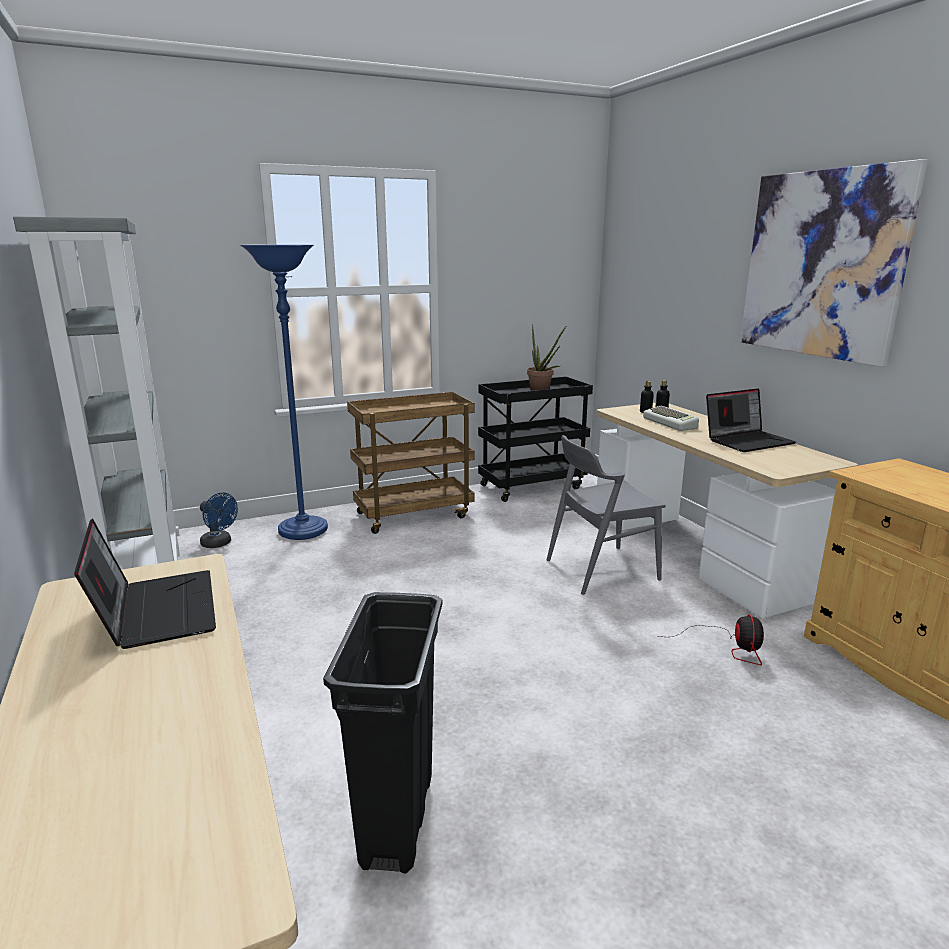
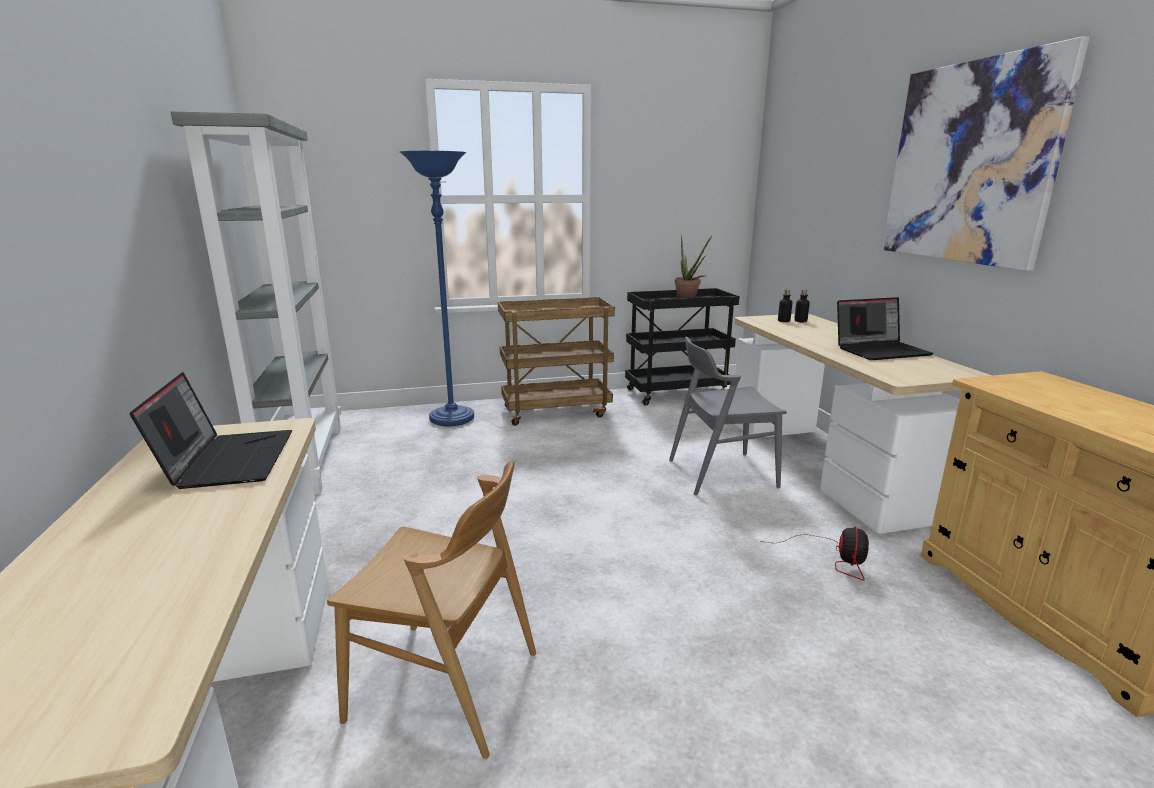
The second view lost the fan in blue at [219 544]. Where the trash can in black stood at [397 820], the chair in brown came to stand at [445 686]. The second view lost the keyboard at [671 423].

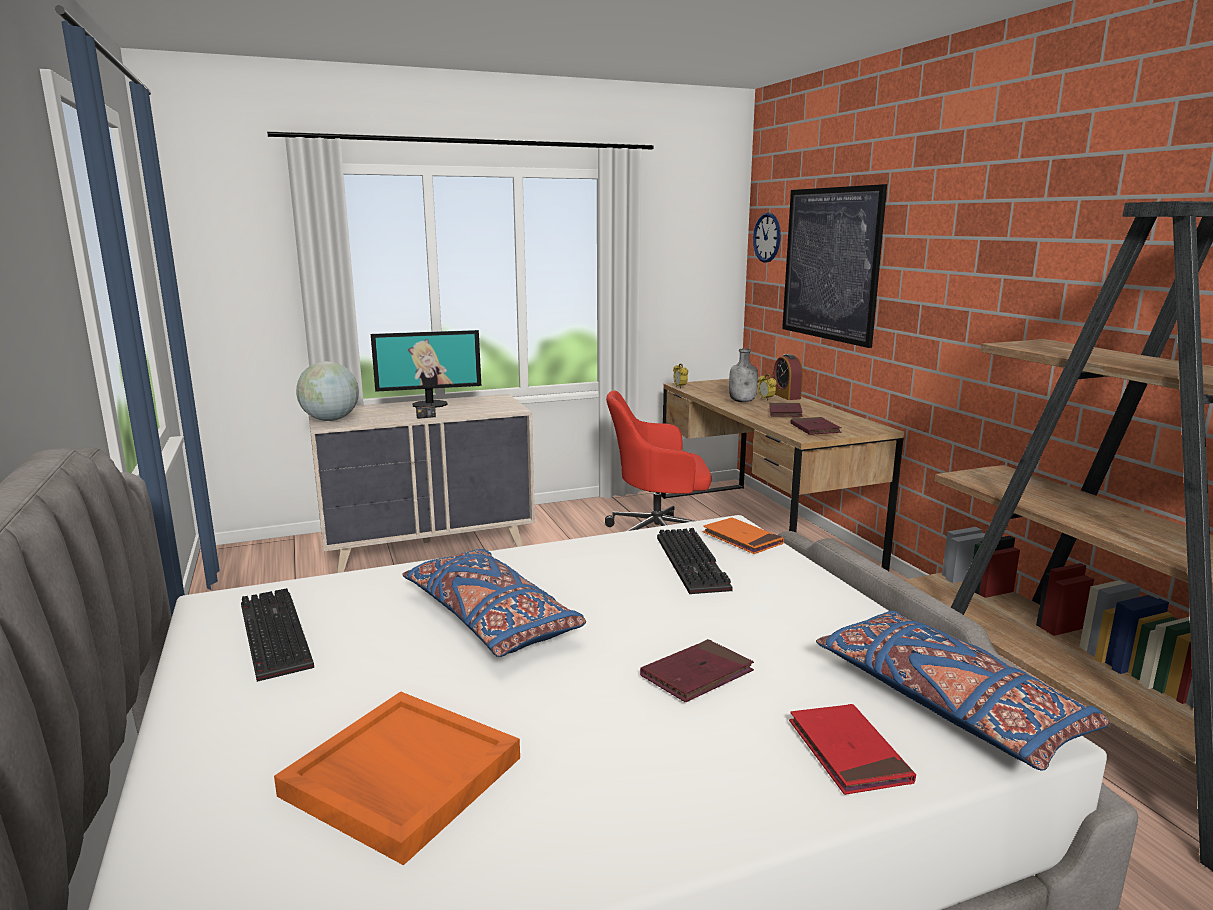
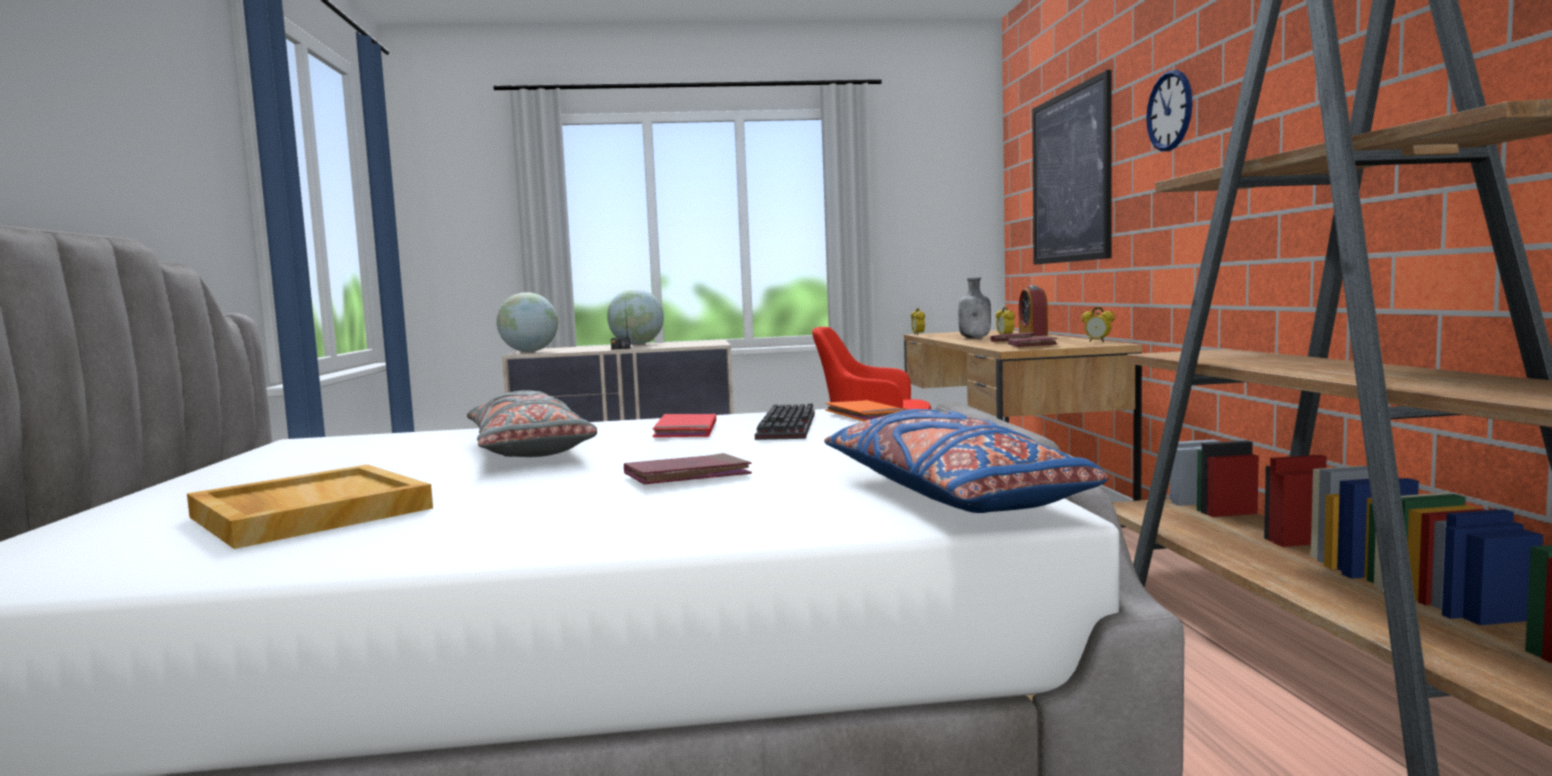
The second view lost the keyboard at [271 635]. What was the tray in orange at [400 777] turned into the tray in beige at [308 513]. Where the monitor stood at [430 404], the globe came to stand at [637 344]. What was the pillow in blue at [491 620] turned into the pillow in grey at [529 450]. The wall clock ended up elsewhere, having gone from [767 237] to [1169 111]. The book in red ended up elsewhere, having gone from [848 753] to [686 431]. The second view gained the alarm clock at [1097 341].

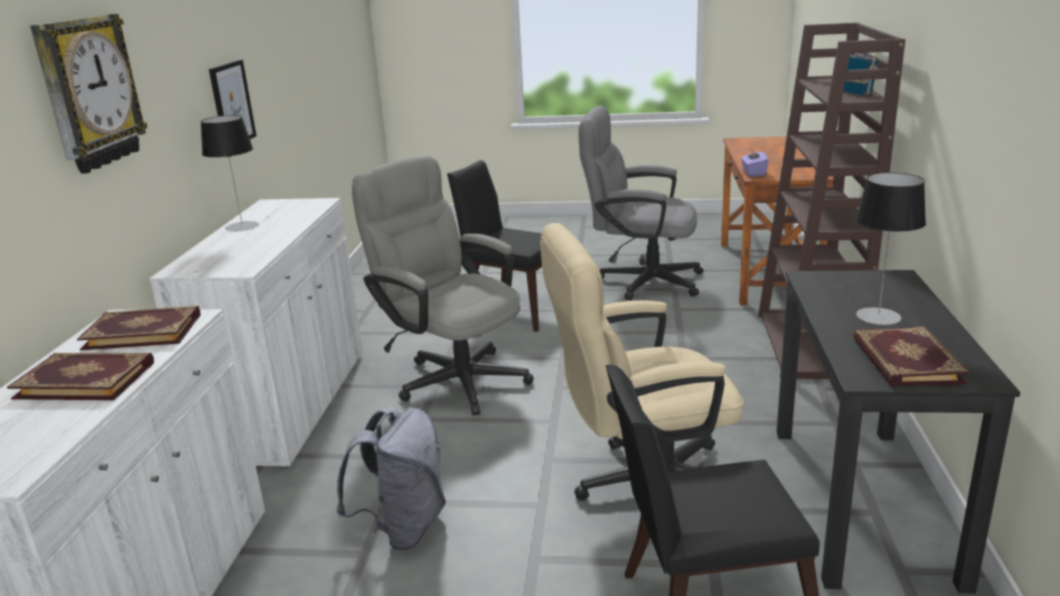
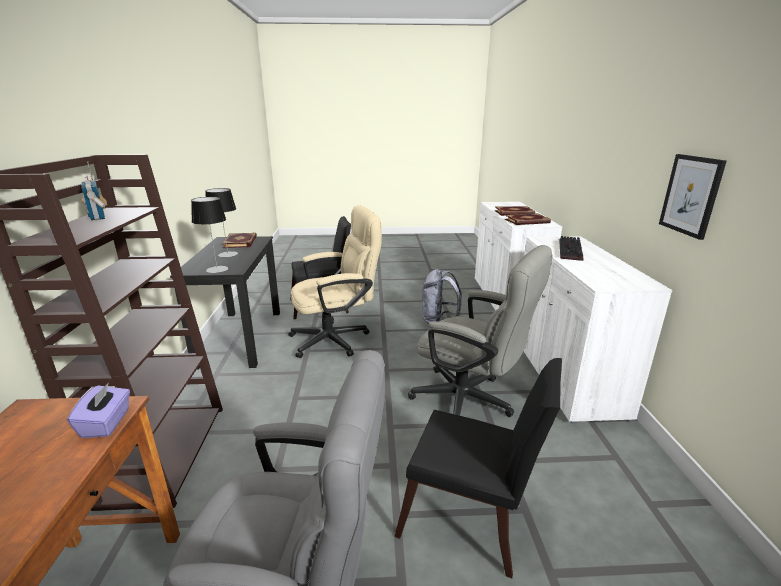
The second view lost the wall clock at [88 92]. The table lamp ended up elsewhere, having gone from [242 226] to [217 269]. The second view gained the keyboard at [571 250].

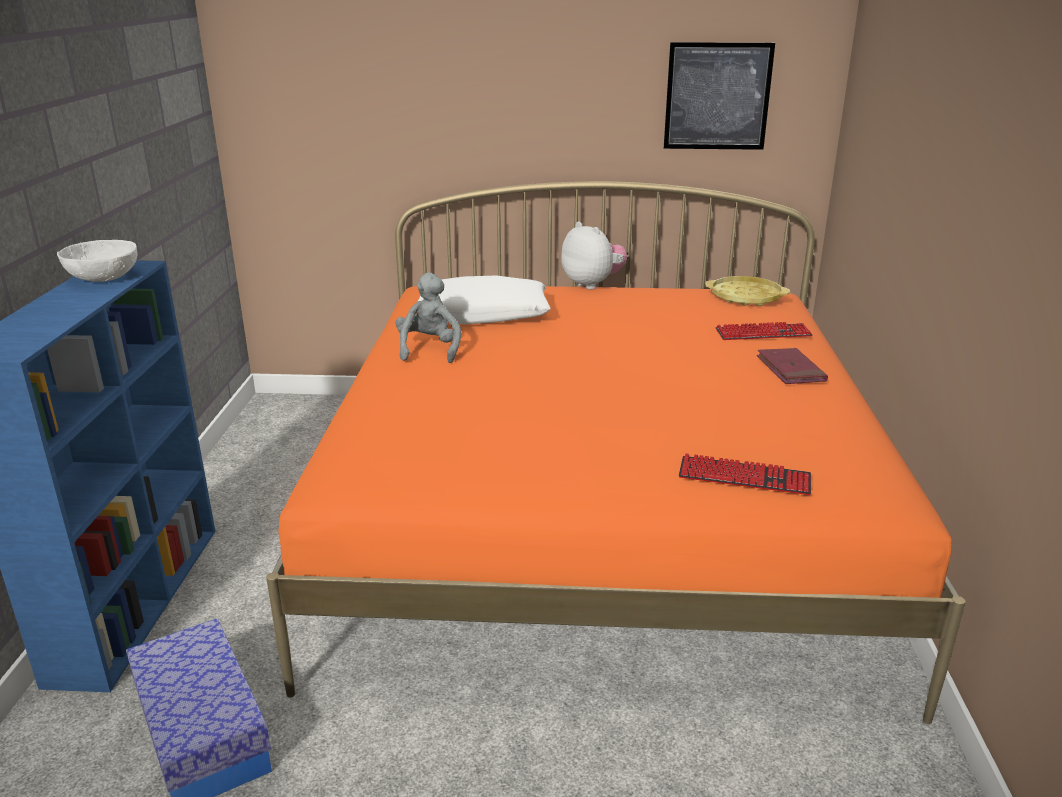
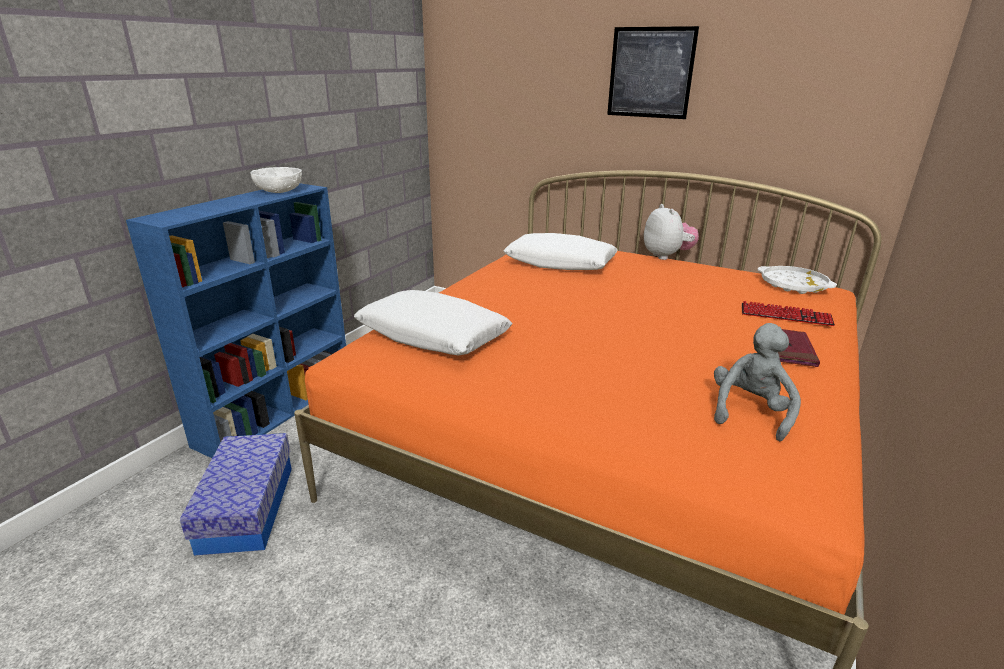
The plush toy in grey ended up elsewhere, having gone from [429 349] to [749 412]. The picture ended up elsewhere, having gone from [717 96] to [650 73]. The second view lost the keyboard at [744 477]. What was the tray in yellow at [745 297] turned into the tray in white at [793 285]. The second view gained the pillow in white at [433 336].

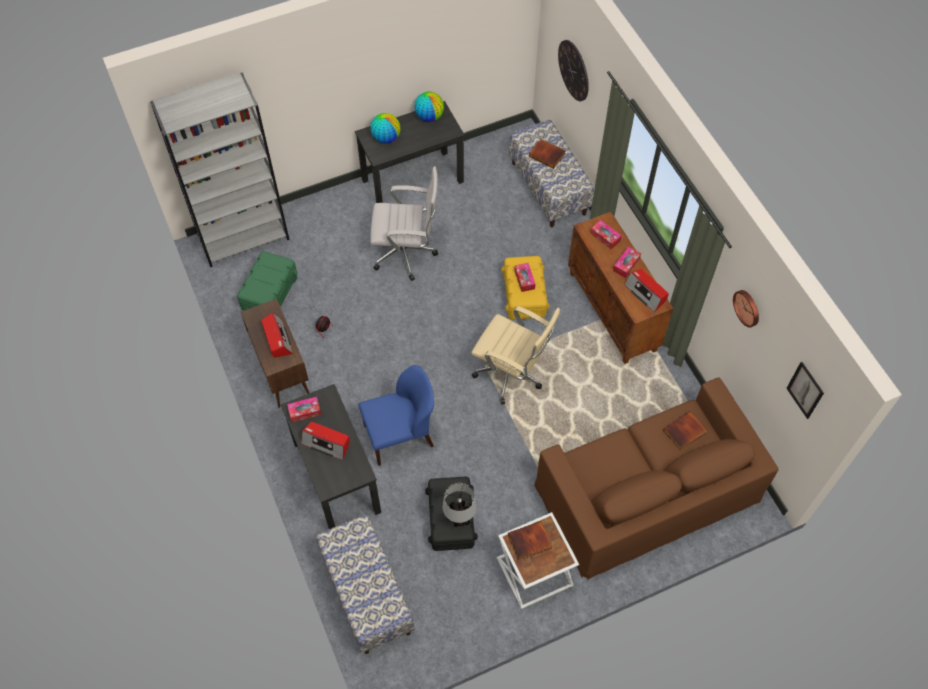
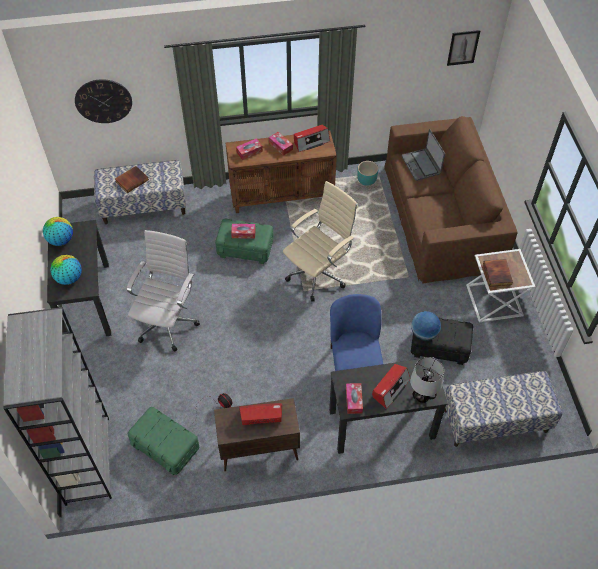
The table lamp ended up elsewhere, having gone from [459 519] to [422 397]. What was the storage box in yellow at [524 295] turned into the storage box in green at [245 248]. Where the book stood at [685 432], the laptop came to stand at [421 165]. The second view lost the wall clock at [747 307]. The second view gained the planter in turquoise at [366 180]. The second view gained the globe at [424 333].

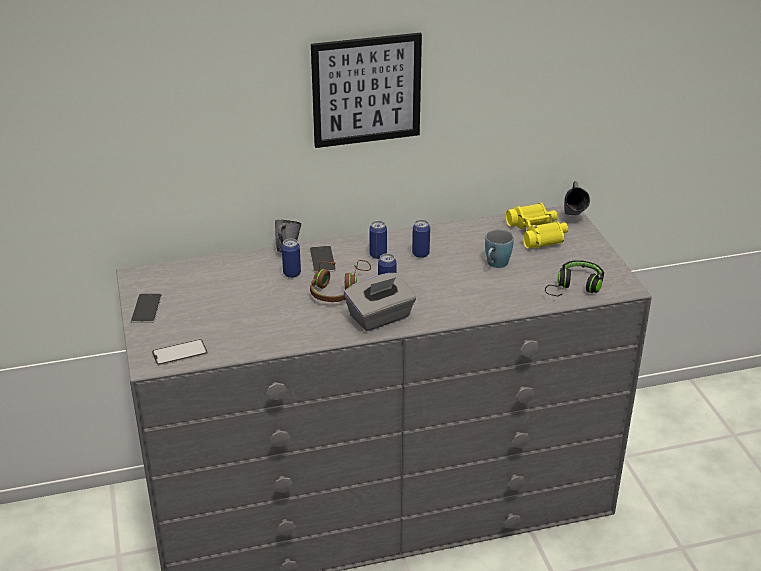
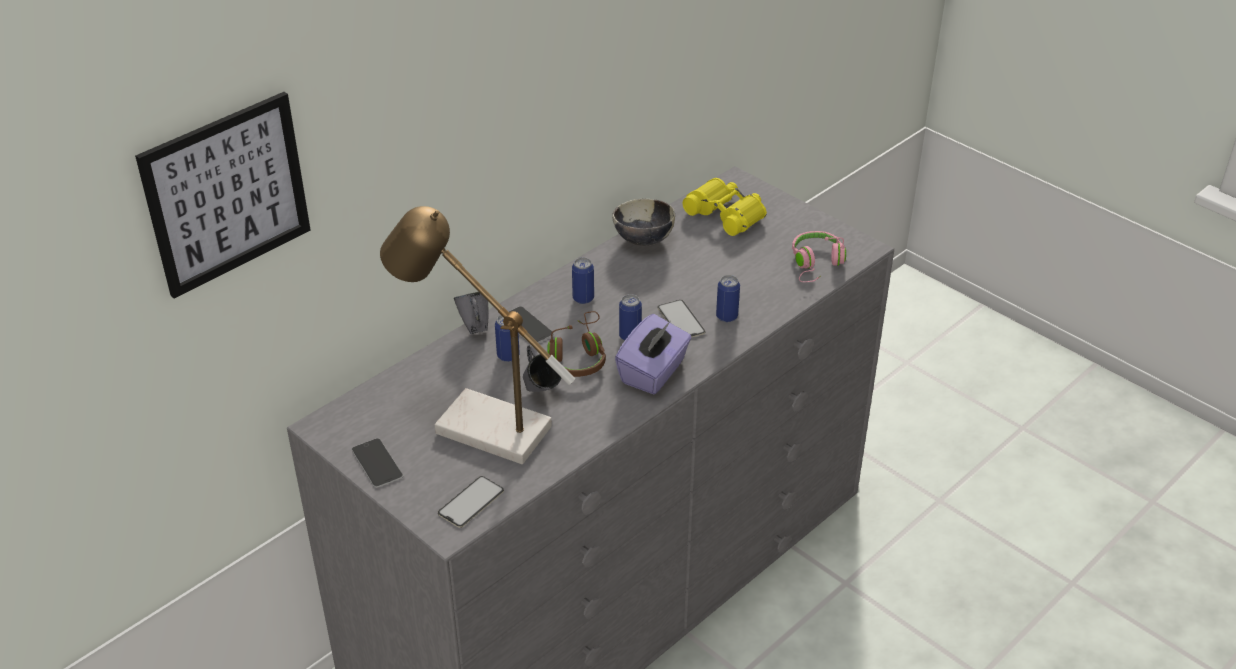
The picture ended up elsewhere, having gone from [366 90] to [226 194]. What was the tissue box in grey at [380 317] turned into the tissue box in purple at [653 372]. The can ended up elsewhere, having gone from [420 254] to [727 316]. The second view lost the mug in blue at [495 265]. What was the headphones in black at [575 287] turned into the headphones in pink at [816 264]. The mug in grey ended up elsewhere, having gone from [573 217] to [540 393]. The second view gained the table lamp at [478 426]. The second view gained the bowl at [643 240]. The second view gained the phone at [681 320].

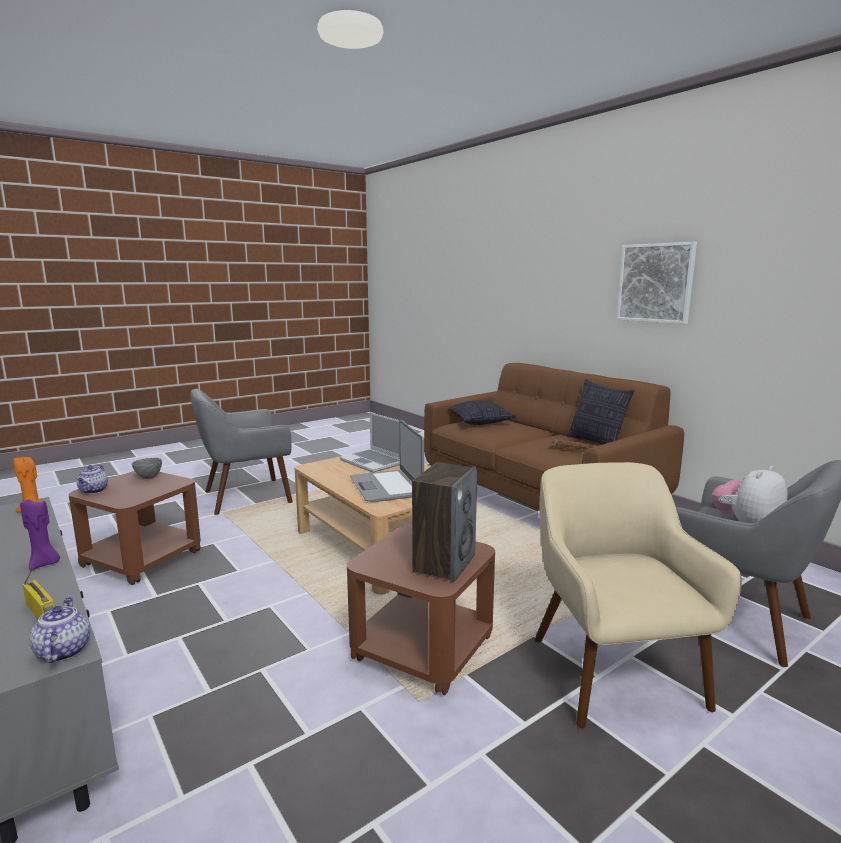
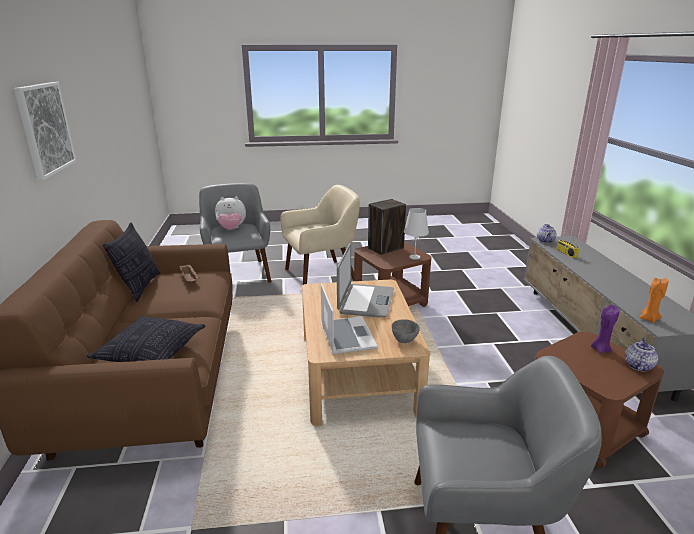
The candle in purple ended up elsewhere, having gone from [44 564] to [600 349]. The bowl in grey ended up elsewhere, having gone from [148 477] to [404 340]. The armchair in beige at [613 671] ended up facing another way, 135 degrees counterclockwise from before. The second view gained the table lamp in white at [414 257].

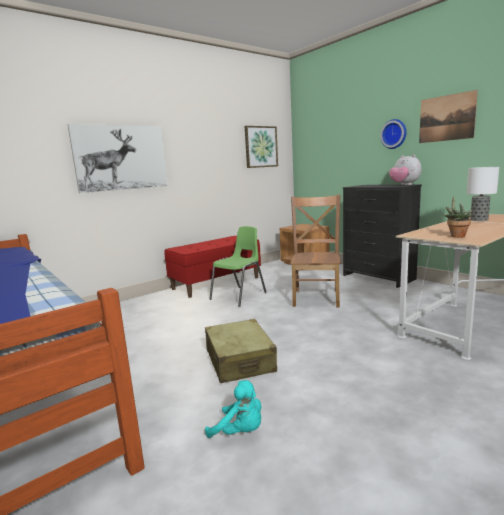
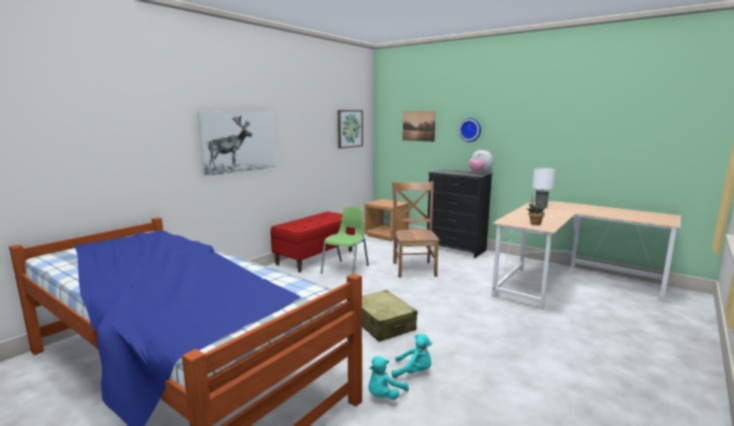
The picture ended up elsewhere, having gone from [446 118] to [418 126]. The second view gained the plush toy in turquoise at [384 396].

